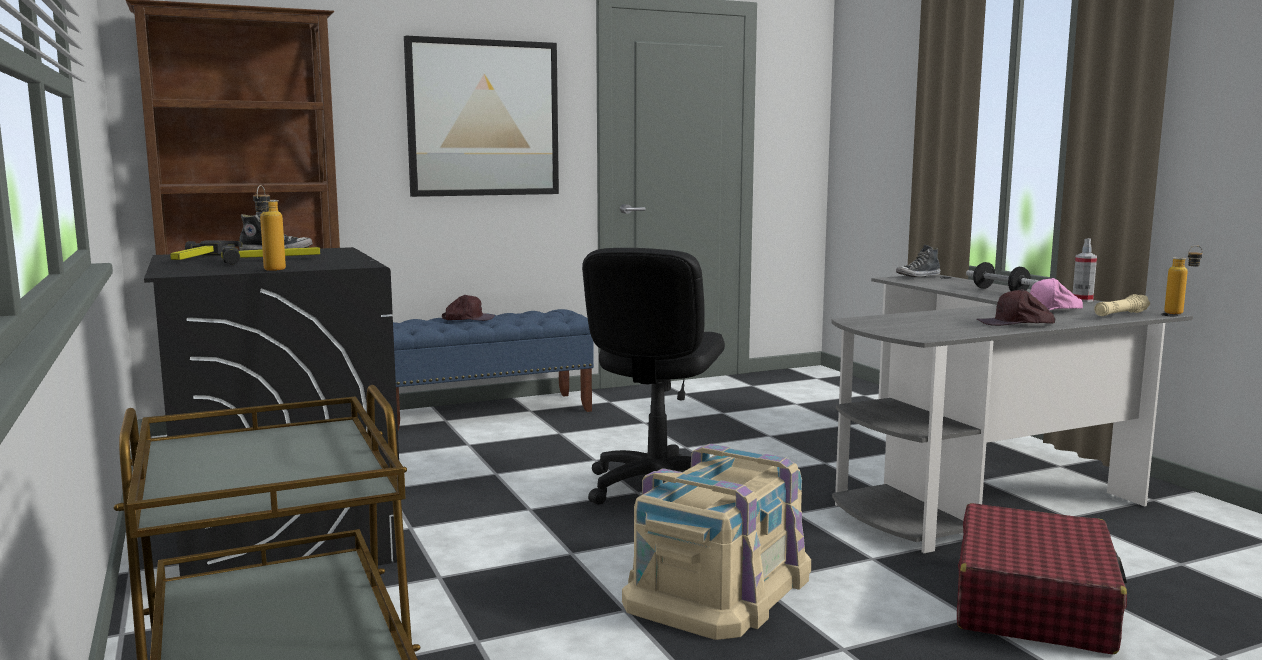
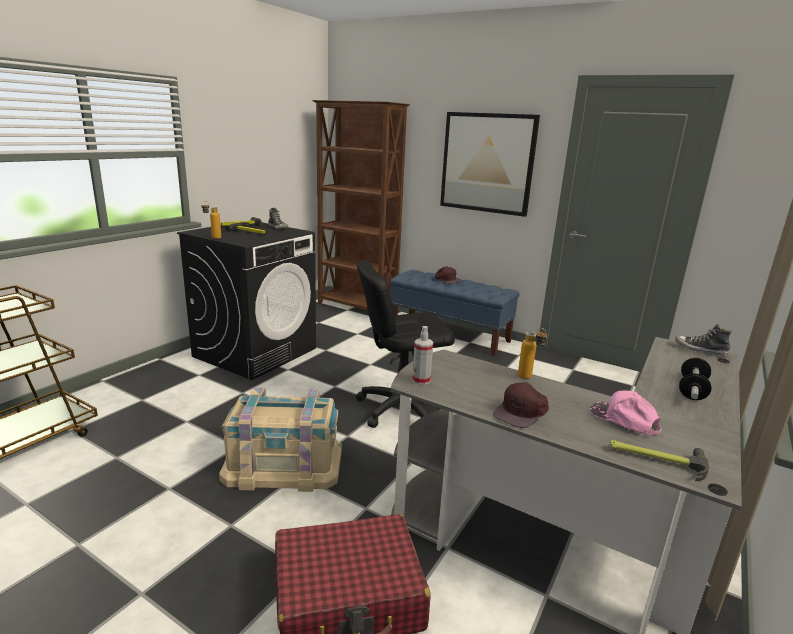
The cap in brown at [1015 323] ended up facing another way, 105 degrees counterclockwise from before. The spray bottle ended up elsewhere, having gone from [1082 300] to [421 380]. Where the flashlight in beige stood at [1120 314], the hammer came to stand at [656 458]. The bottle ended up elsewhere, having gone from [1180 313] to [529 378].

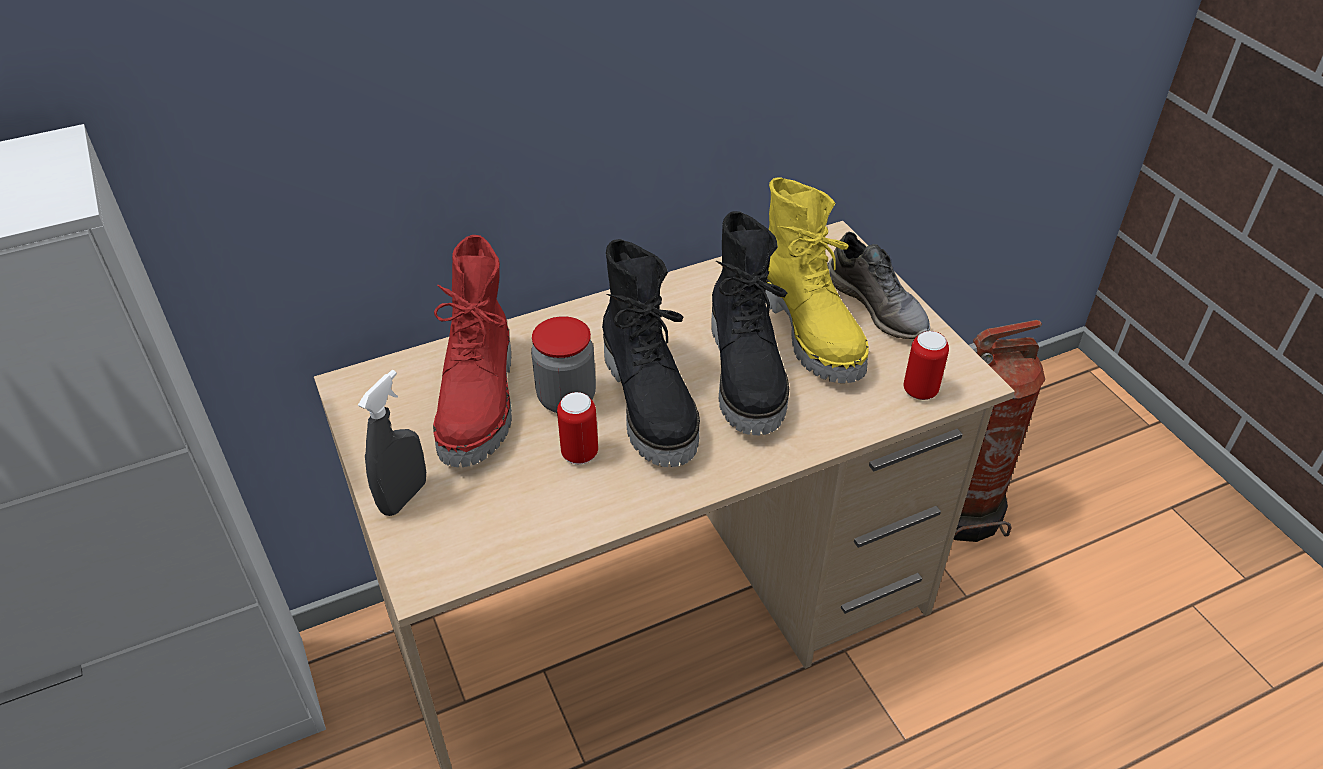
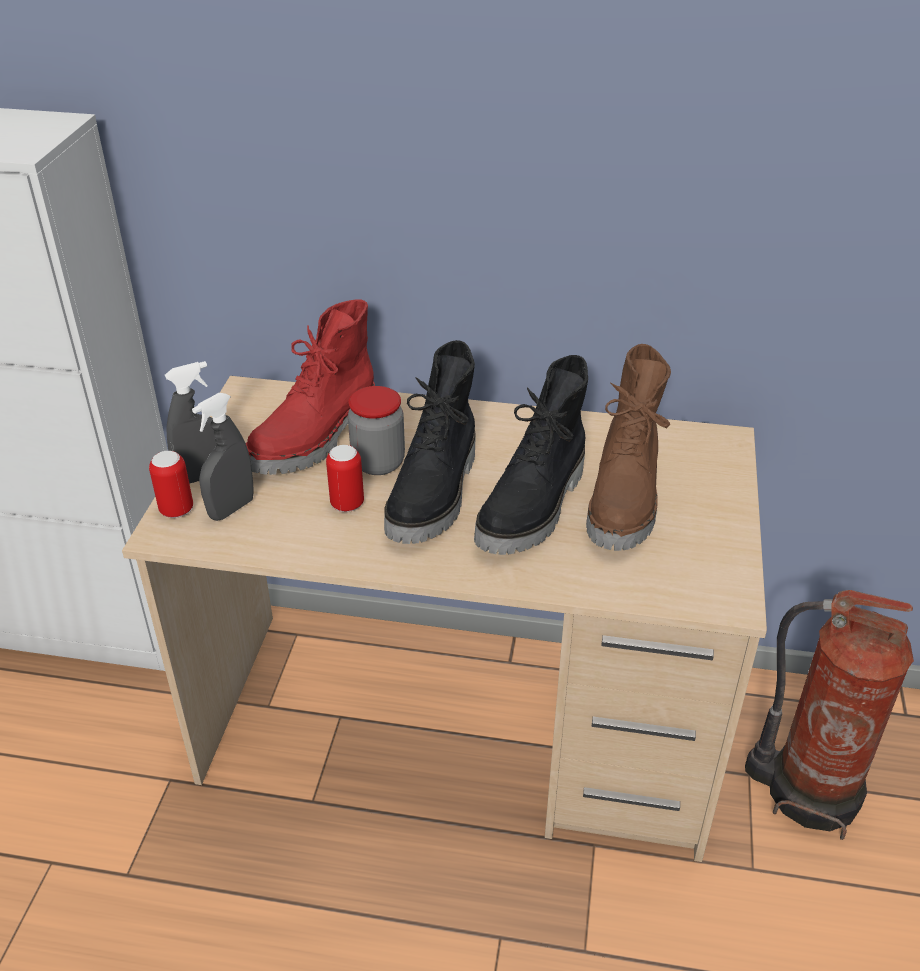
What was the boot in yellow at [812 331] turned into the boot in brown at [626 500]. The second view lost the shoe in grey at [878 305]. The can ended up elsewhere, having gone from [920 391] to [176 510]. The second view gained the spray bottle in grey at [231 509].

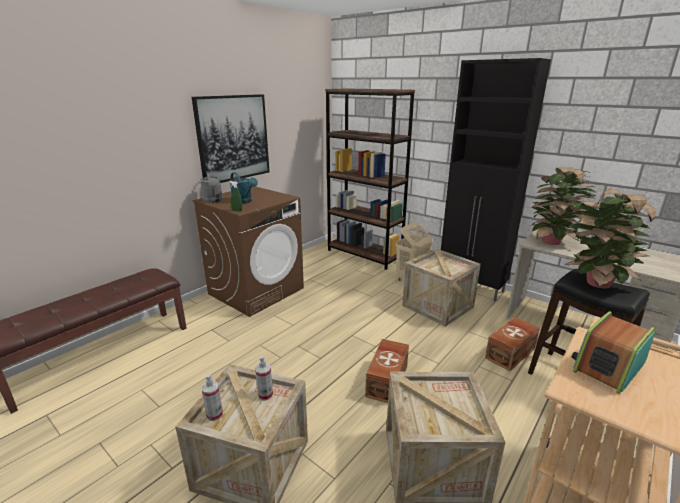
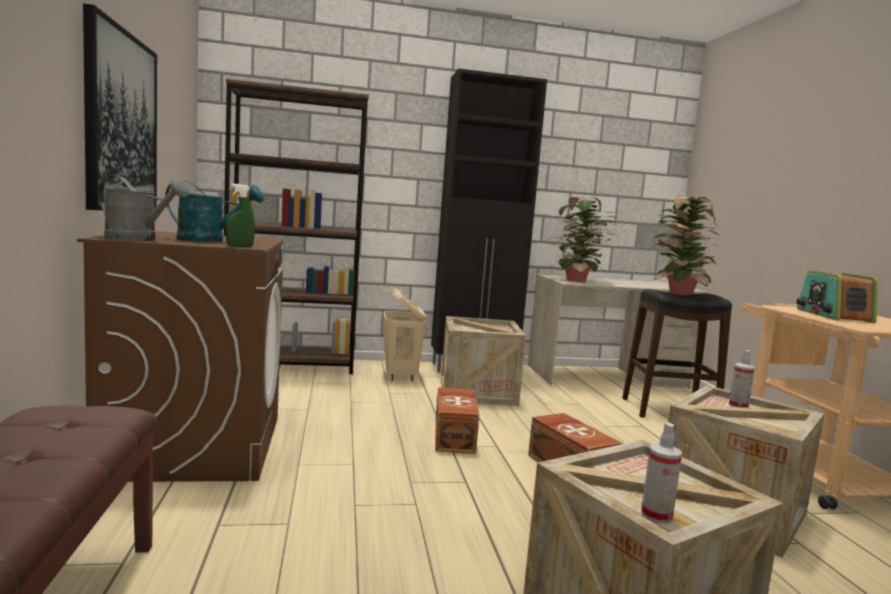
The spray bottle ended up elsewhere, having gone from [265 395] to [738 406]. The storage box in brown ended up elsewhere, having gone from [511 353] to [455 436].

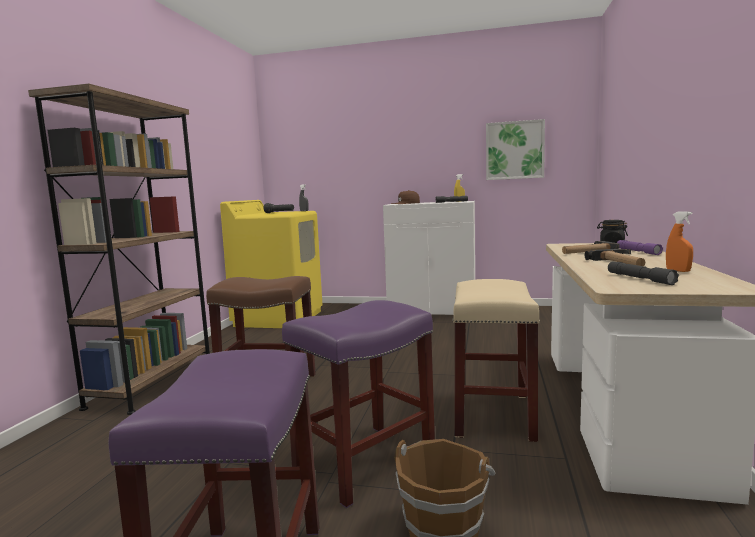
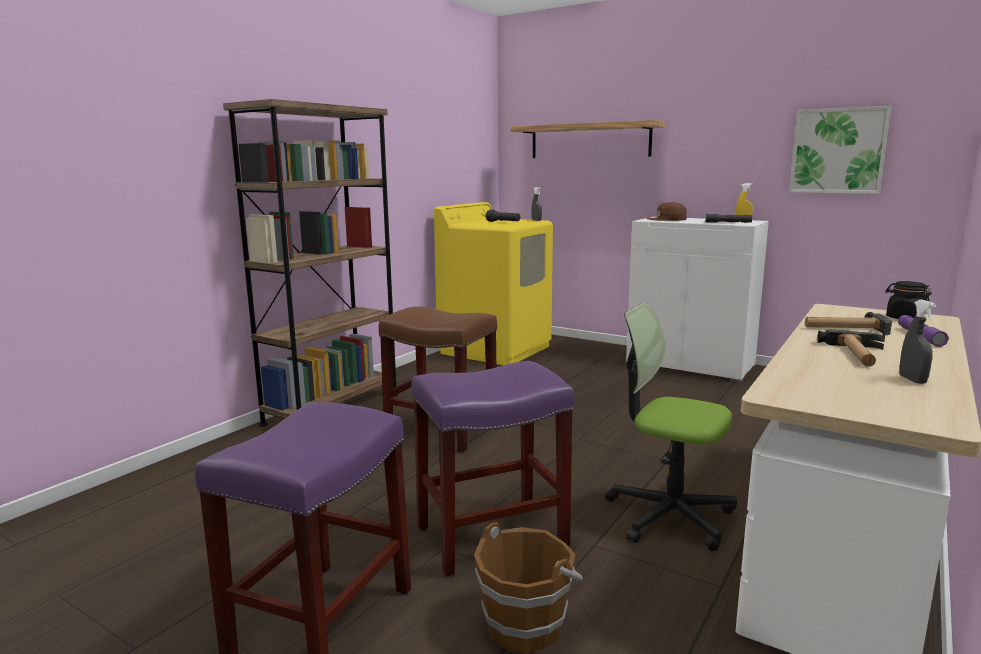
Where the stool in beige stood at [492 414], the office chair came to stand at [669 515]. The second view lost the flashlight in grey at [639 279]. What was the spray bottle in orange at [678 271] turned into the spray bottle in grey at [912 380]. The second view gained the shelf at [589 141].

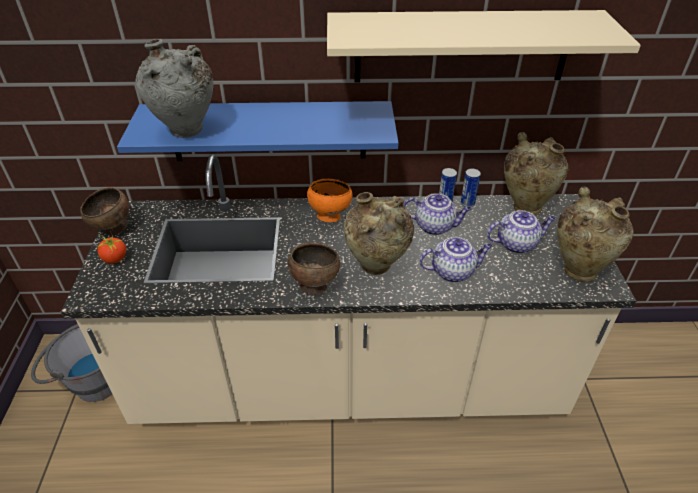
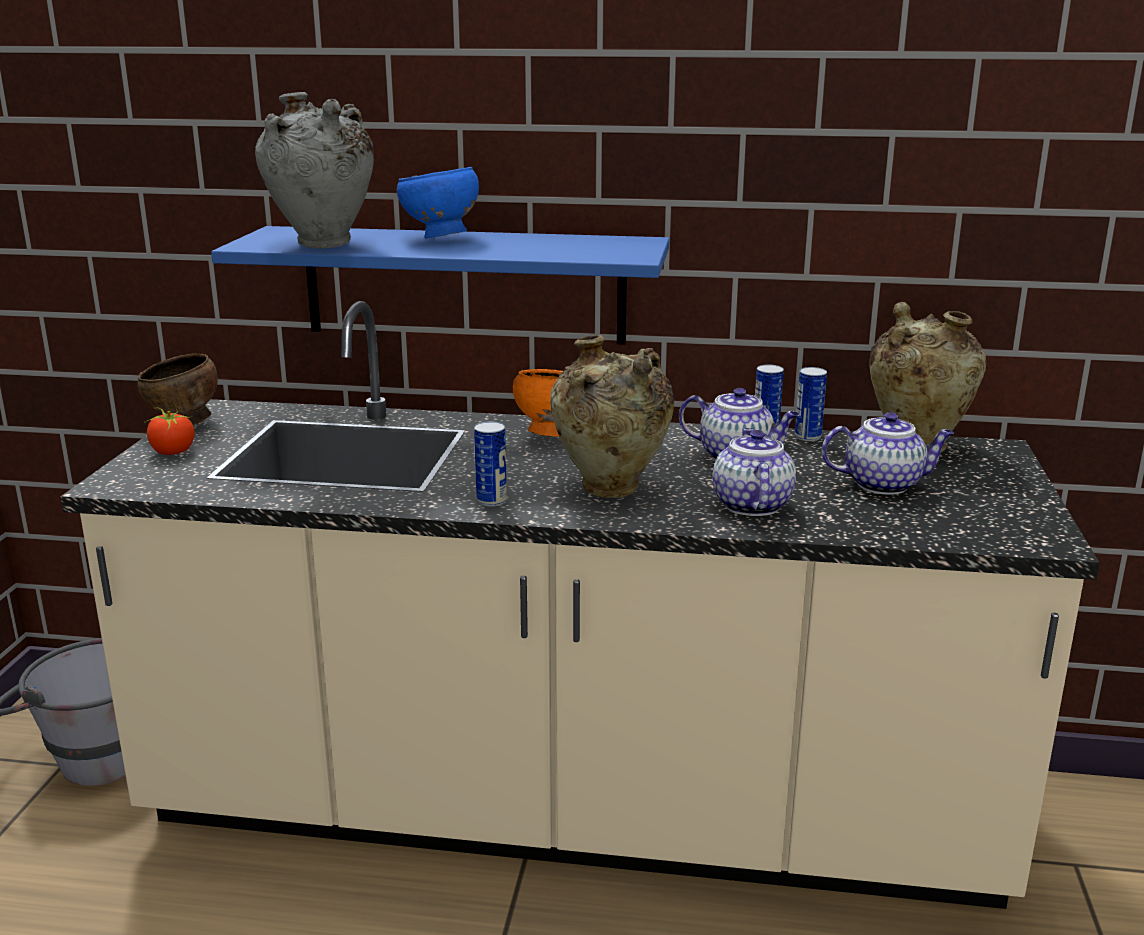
Where the bowl in brown stood at [314 285], the can came to stand at [491 501]. The second view lost the shelf in beige at [462 47]. The teapot at [453 271] ended up facing another way, 90 degrees counterclockwise from before. The second view lost the vase in beige at [579 269]. The second view gained the bowl in blue at [440 238].

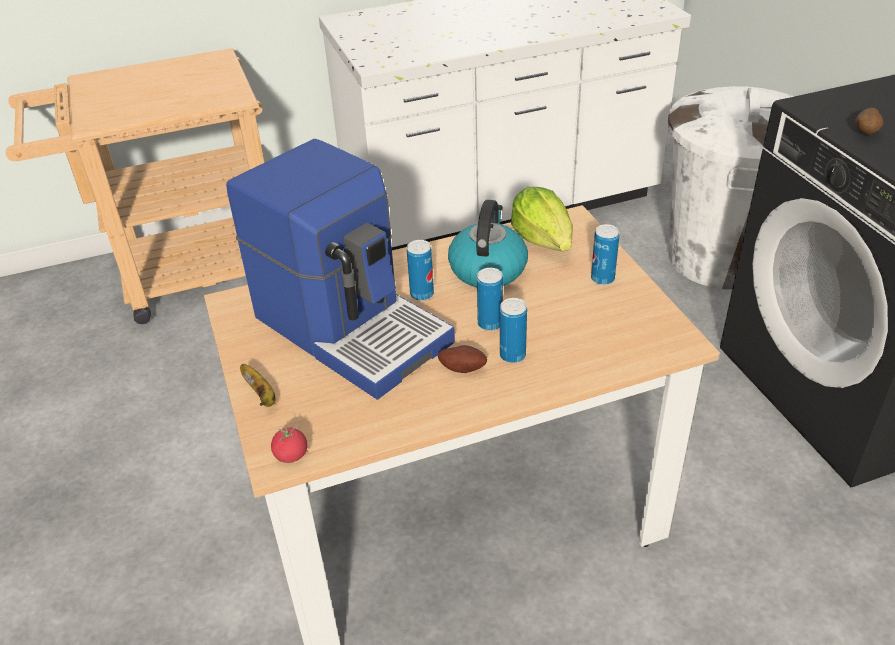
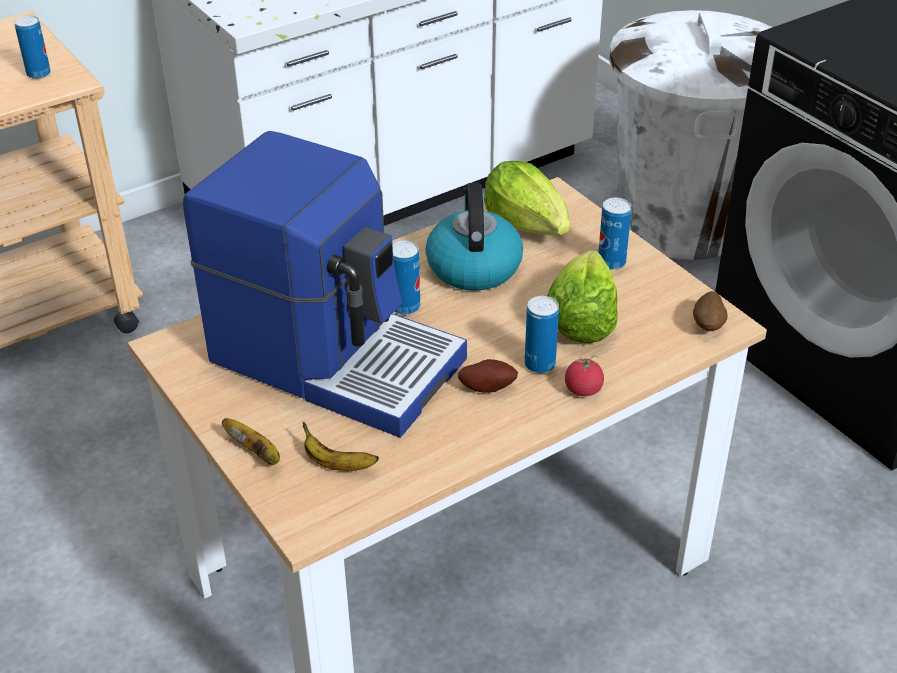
The tomato ended up elsewhere, having gone from [291 455] to [583 390]. The can ended up elsewhere, having gone from [490 324] to [39 74]. The potato ended up elsewhere, having gone from [866 133] to [708 326]. The second view gained the banana at [337 464]. The second view gained the lettuce at [580 319].

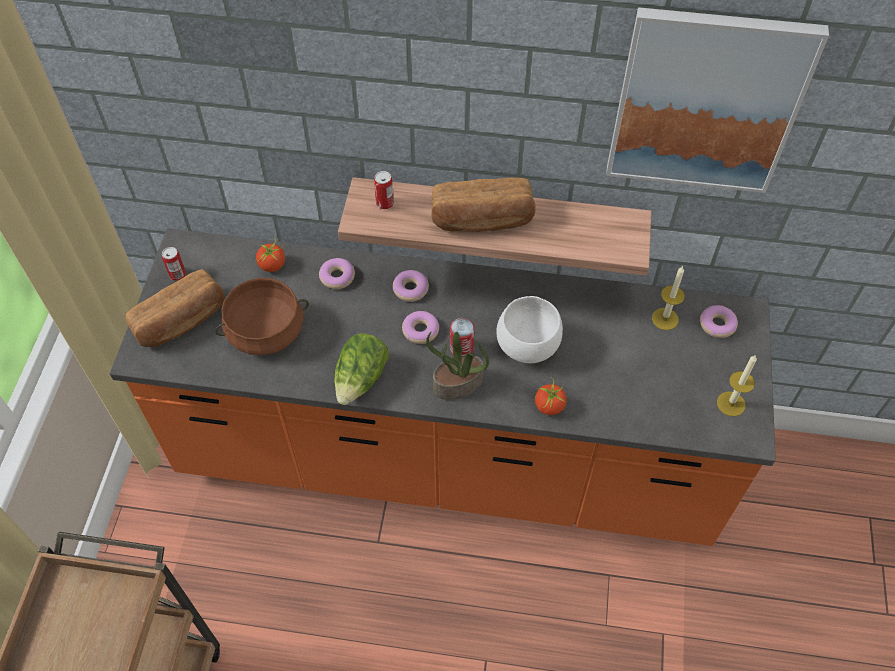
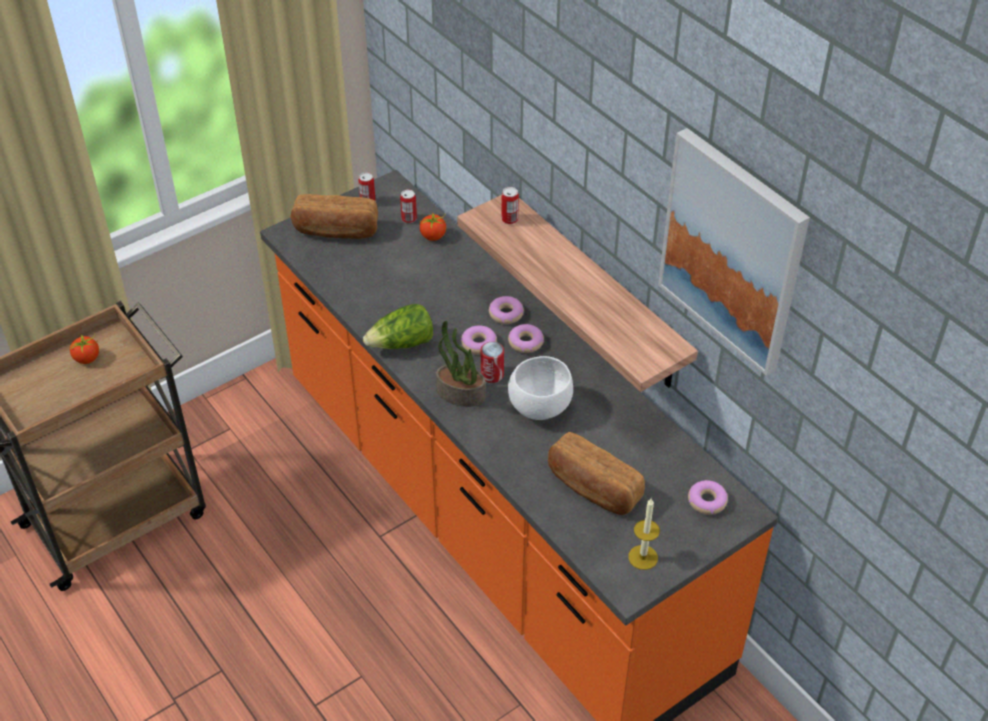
The second view lost the cooking pot in brown at [266 331]. The donut ended up elsewhere, having gone from [337 277] to [525 342]. The bread ended up elsewhere, having gone from [482 220] to [592 488]. The tomato ended up elsewhere, having gone from [549 406] to [87 358]. The second view lost the candle at [665 319]. The second view gained the can at [409 218].

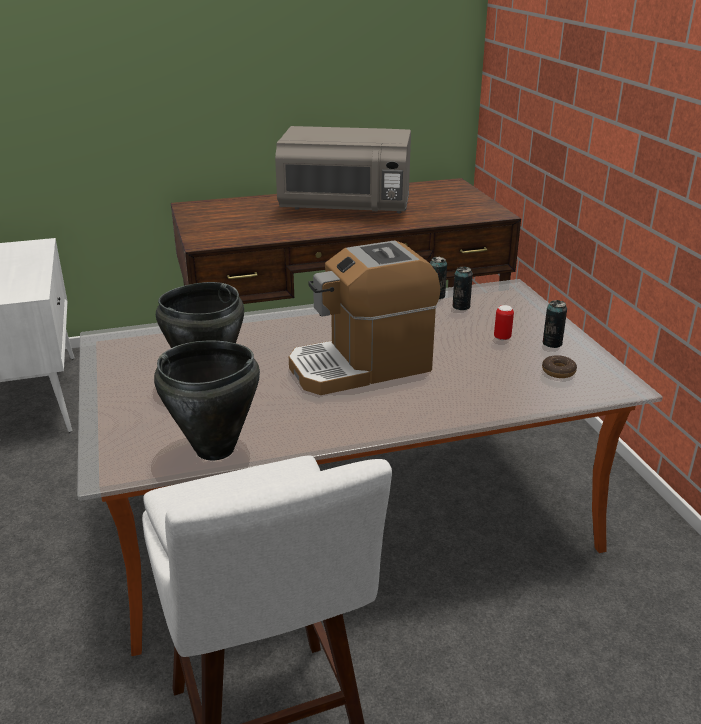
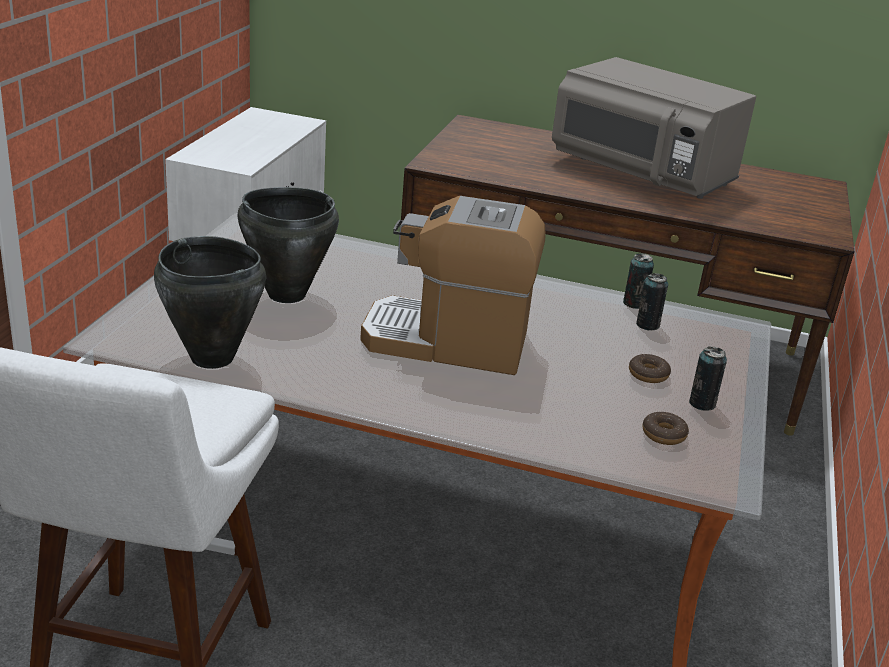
Where the can stood at [502 338], the donut came to stand at [648 374].

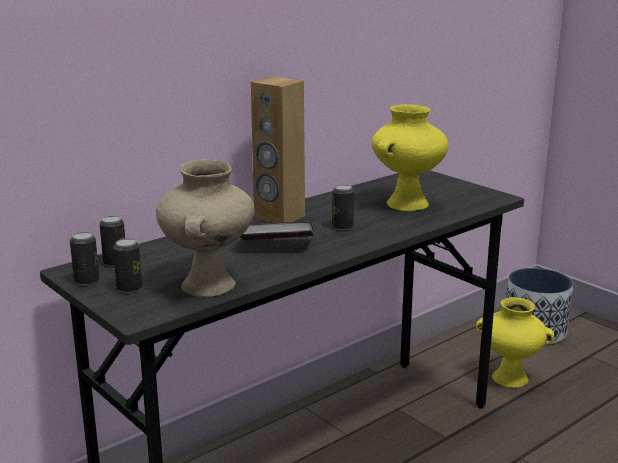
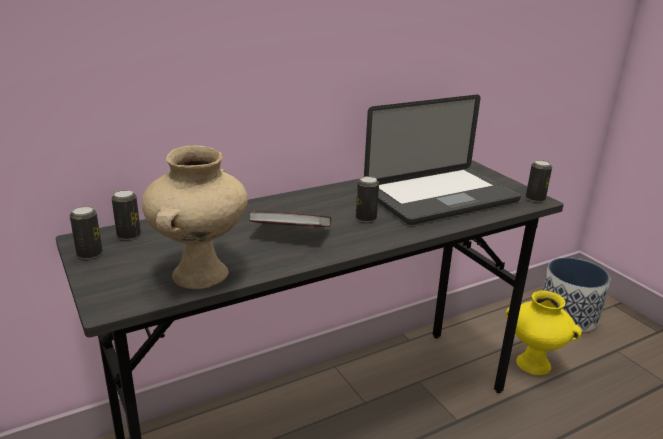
The can ended up elsewhere, having gone from [129 288] to [535 198]. The second view lost the speaker in brown at [279 217]. Where the vase in yellow stood at [407 203], the laptop came to stand at [441 197].

